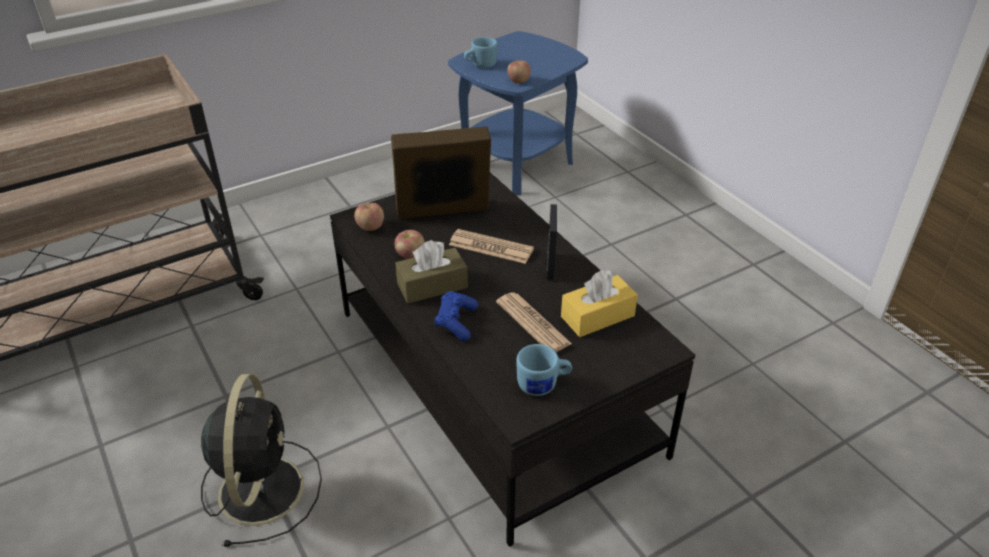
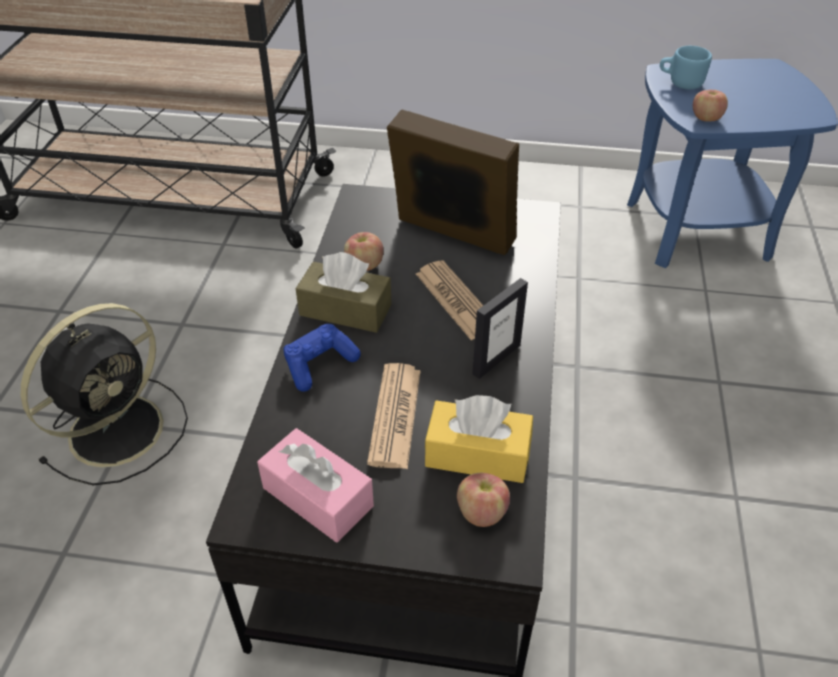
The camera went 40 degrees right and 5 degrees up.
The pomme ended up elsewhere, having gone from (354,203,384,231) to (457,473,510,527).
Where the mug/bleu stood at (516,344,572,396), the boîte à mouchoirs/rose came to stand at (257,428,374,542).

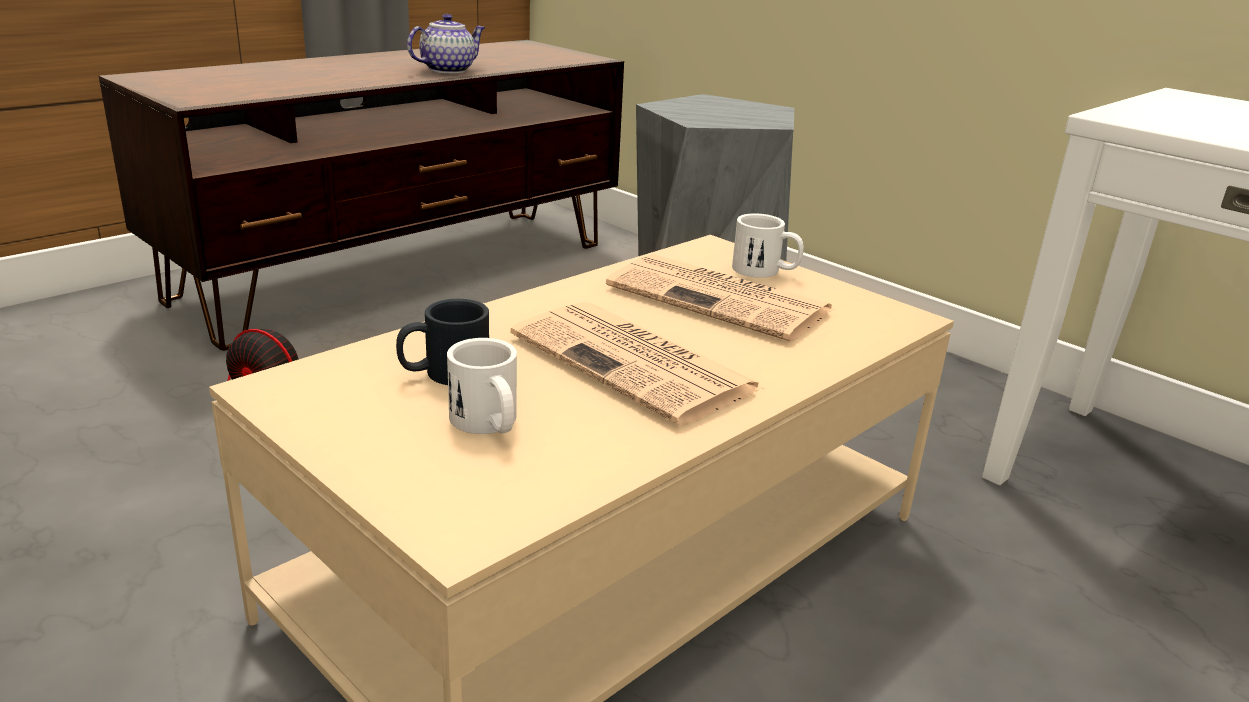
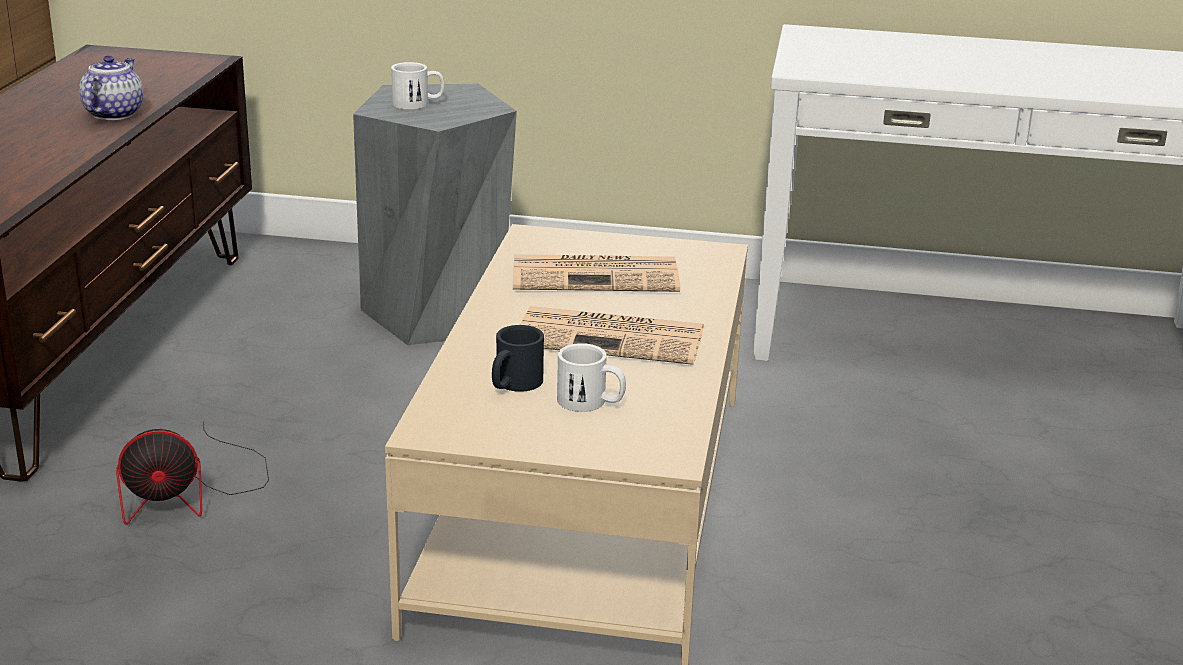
The camera went 35 degrees left and 0 degrees up.
The mug/blanc ended up elsewhere, having gone from (732,213,804,278) to (391,62,444,110).

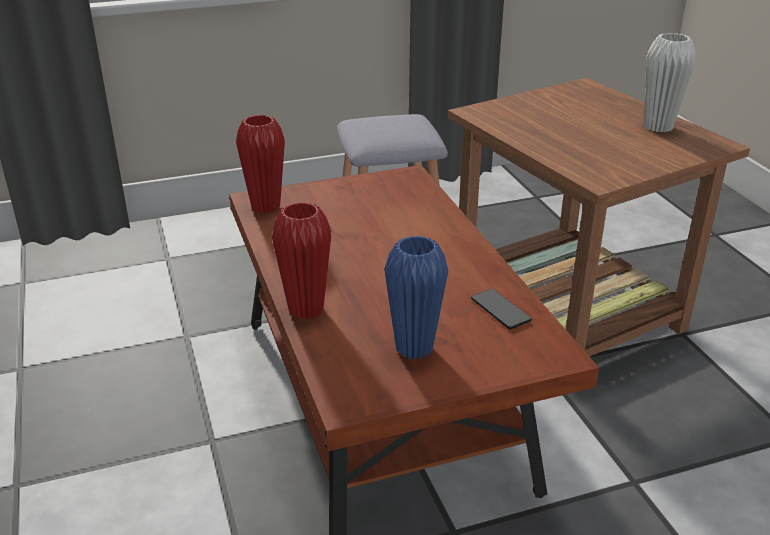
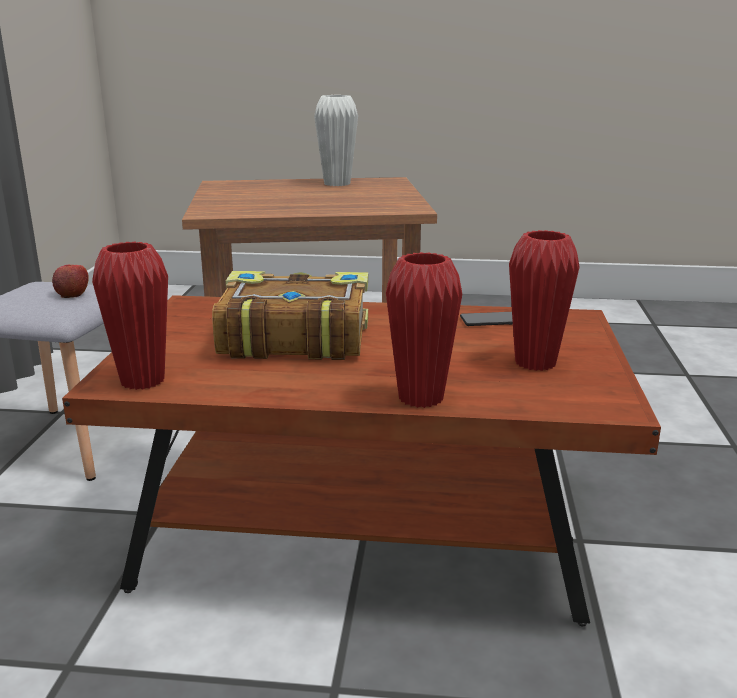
The camera went 65 degrees left and 10 degrees down.
What was the vase/bleu at (384,235,448,360) turned into the vase/rouge at (509,230,580,371).
The second view gained the pomme at (52,265,89,298).
The second view gained the livre at (212,271,368,360).

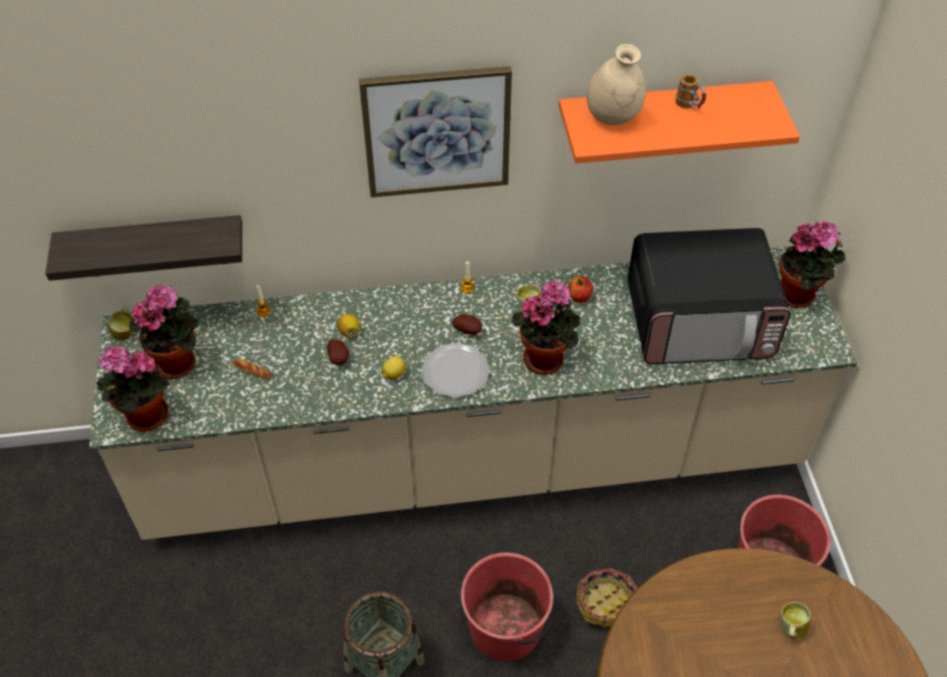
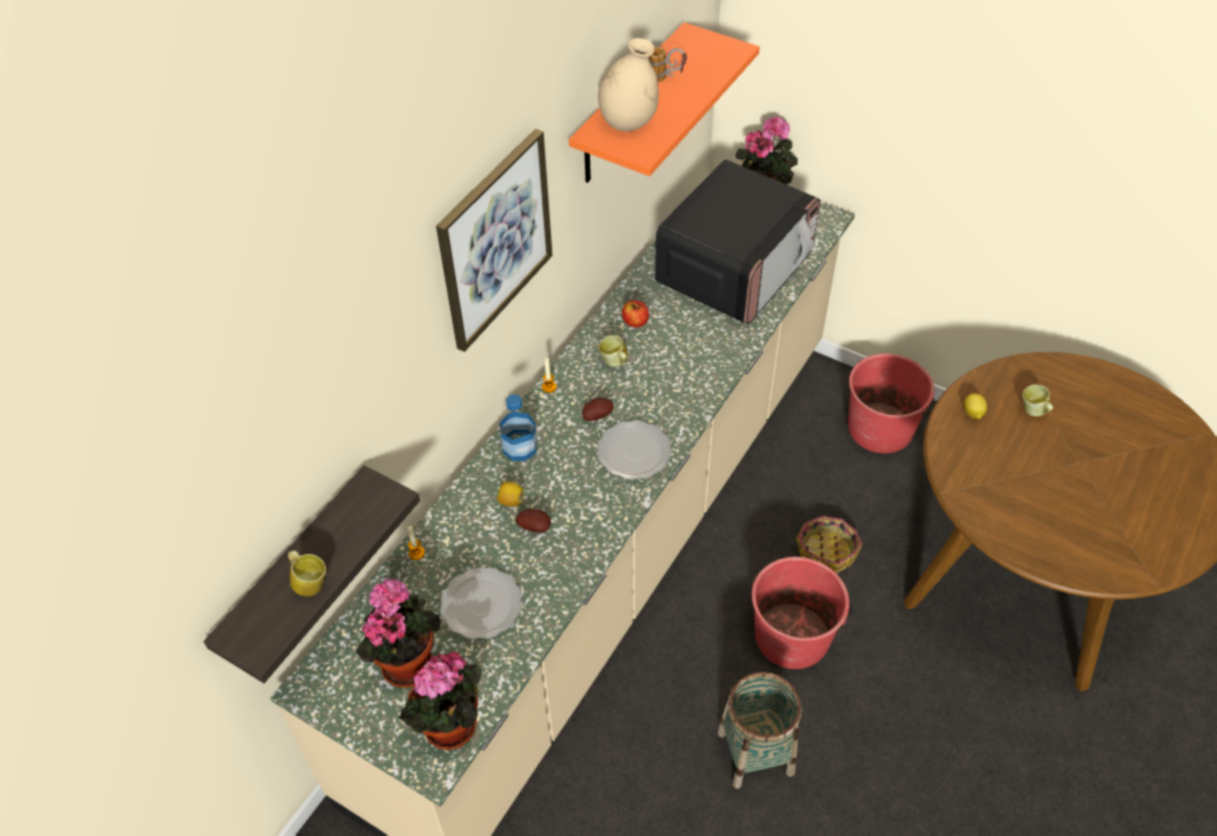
The camera went 50 degrees left and 0 degrees up.
The mug ended up elsewhere, having gone from (108,305,133,340) to (288,550,326,596).
Where the pain stood at (233,359,272,379), the assiette came to stand at (440,567,522,640).
The citron ended up elsewhere, having gone from (382,356,406,380) to (964,393,987,419).
The second view lost the plante en pot at (512,280,581,375).
The second view gained the bouteille at (500,394,537,461).

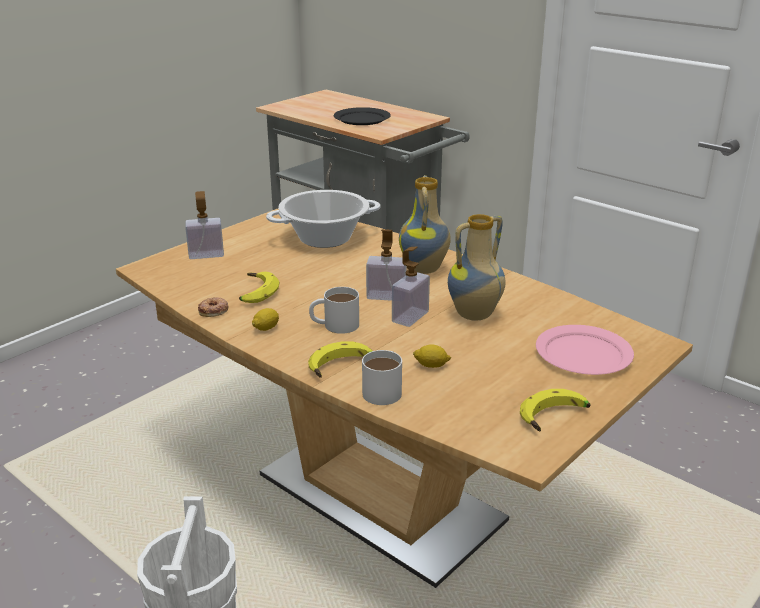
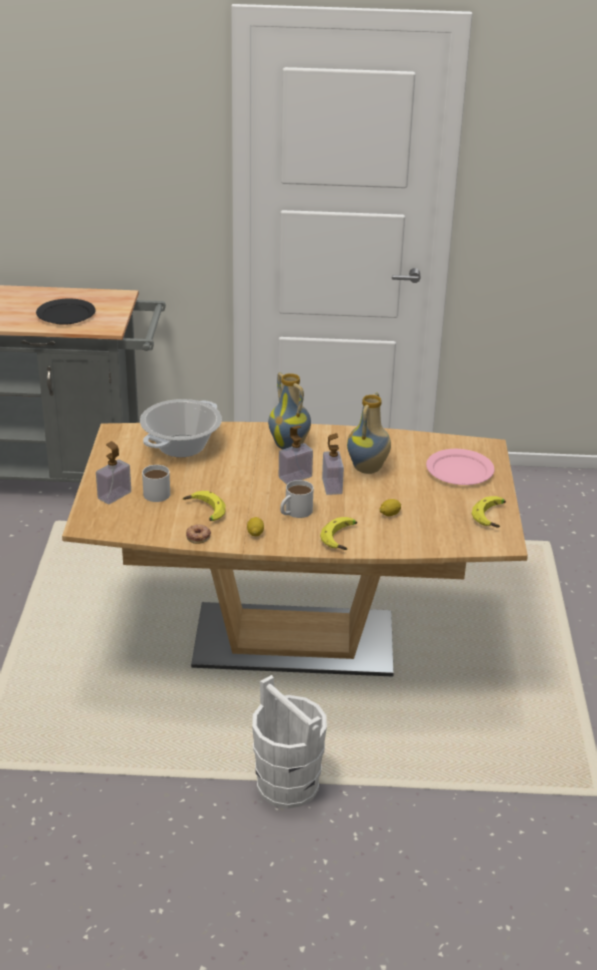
The camera went 40 degrees left and 5 degrees up.
The mug/blanc ended up elsewhere, having gone from (362,350,402,405) to (142,465,170,502).

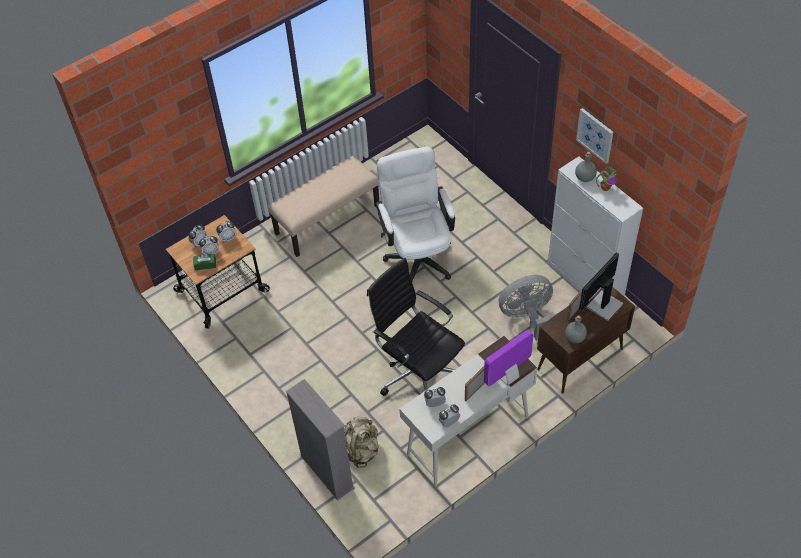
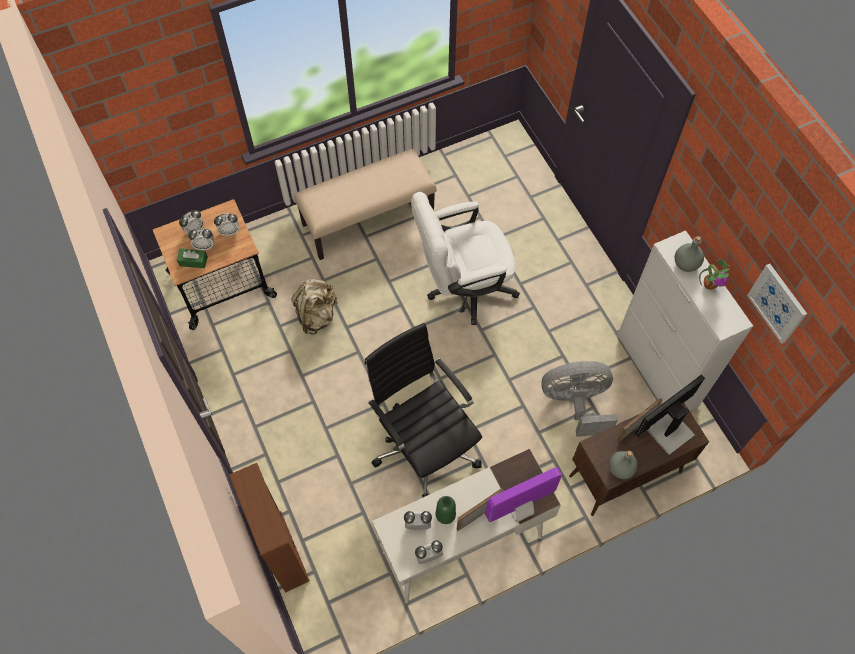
The camera went 10 degrees right and 10 degrees up.
What was the bibliothèque/gris at (286,379,355,500) turned into the bibliothèque/marron at (229,463,310,593).
The sac à dos/beige ended up elsewhere, having gone from (344,417,378,468) to (291,279,338,335).
The chaise de bureau/blanc at (376,146,455,281) ended up facing another way, 105 degrees counterclockwise from before.
The tableau ended up elsewhere, having gone from (576,108,613,164) to (747,264,807,344).
The second view gained the bouteille/vert at (436,496,456,524).

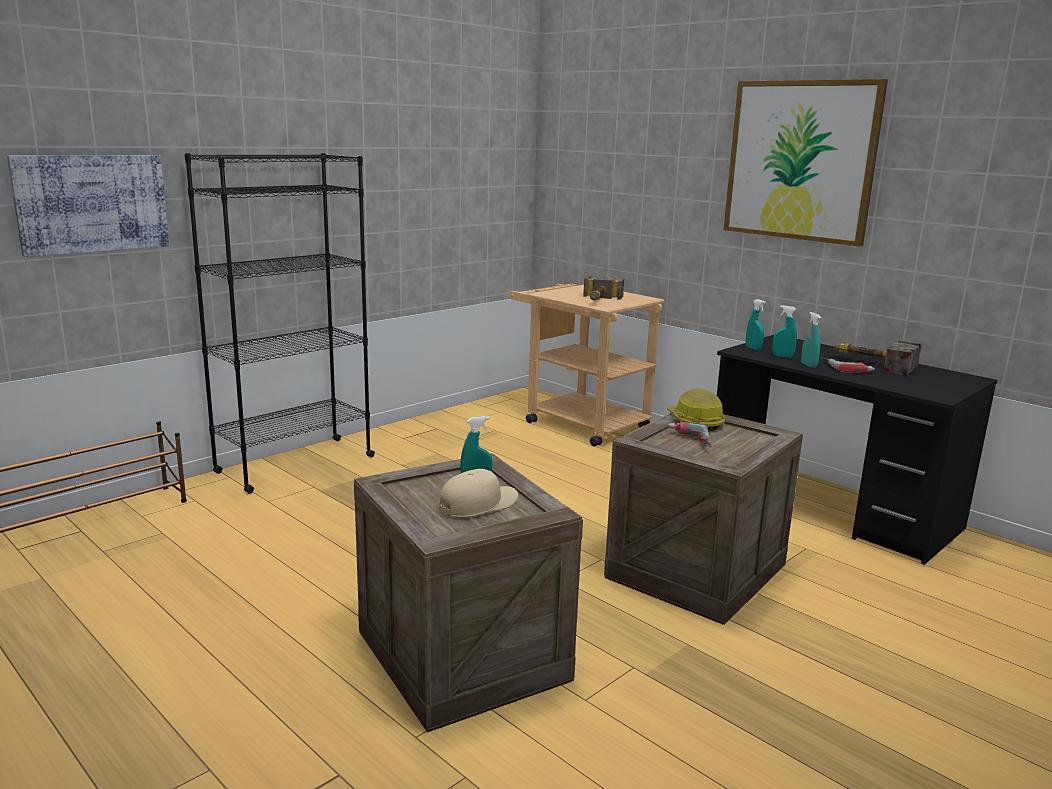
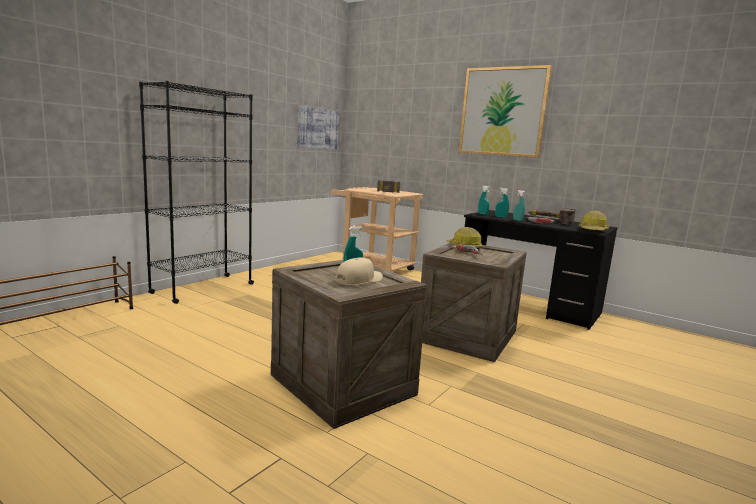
The camera went 10 degrees left and 5 degrees down.
The tableau ended up elsewhere, having gone from (7,155,169,257) to (297,106,339,149).
The second view gained the casque de chantier at (579,211,609,230).

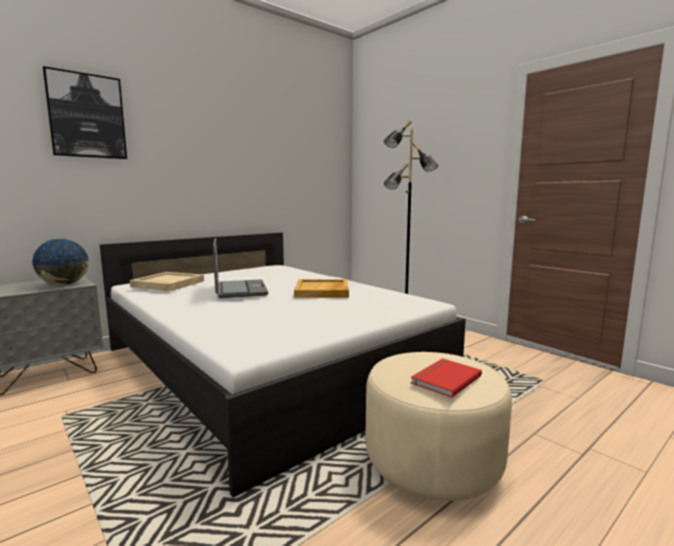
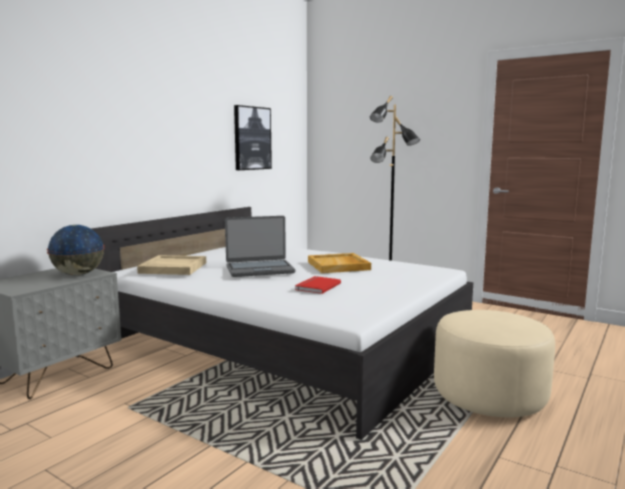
The camera went 15 degrees left and 0 degrees up.
The tableau ended up elsewhere, having gone from (43,66,127,159) to (234,105,272,170).
The ordinateur portable at (213,238,268,298) ended up facing another way, 105 degrees clockwise from before.
The livre/rouge ended up elsewhere, having gone from (411,358,482,398) to (295,276,341,294).

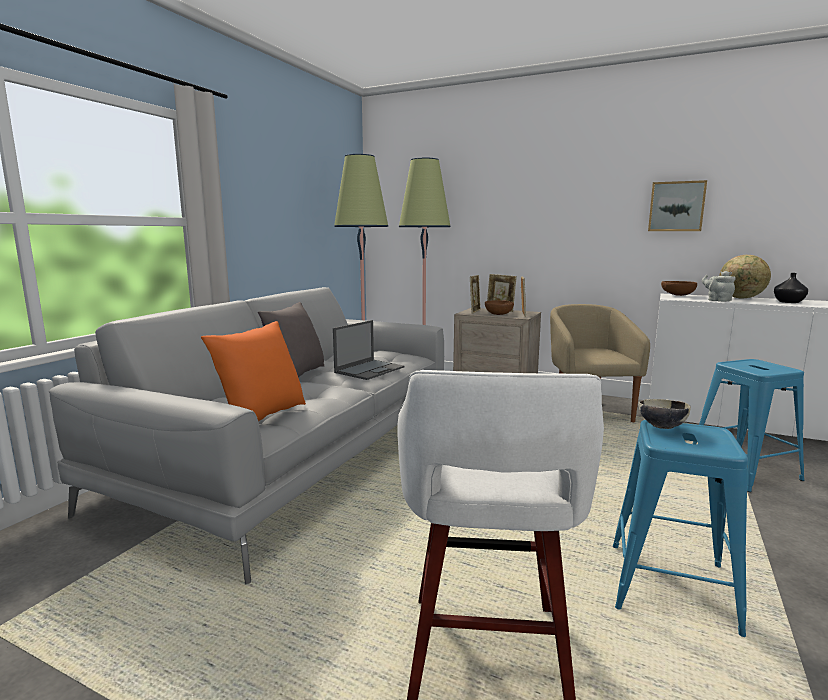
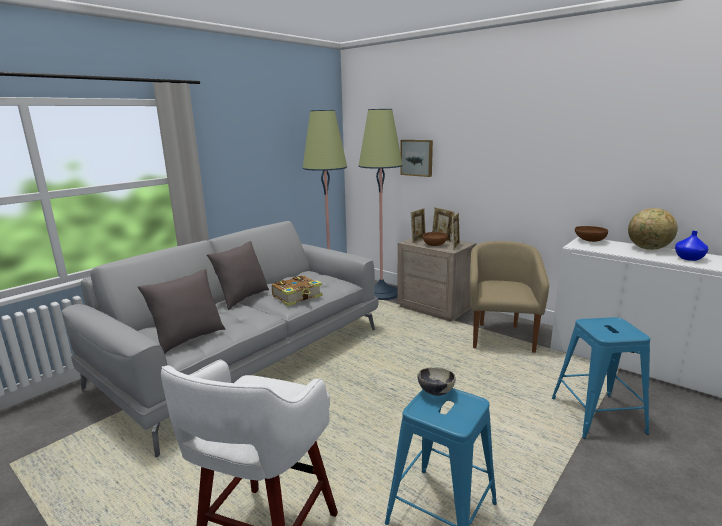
The camera went 15 degrees right and 5 degrees up.
What was the coussin/orange at (201,321,306,421) turned into the coussin/gris at (138,269,226,354).
Where the ordinateur portable stood at (333,320,404,380), the livre came to stand at (272,276,323,306).
The tableau ended up elsewhere, having gone from (648,180,707,231) to (400,140,433,177).
The second view lost the théière/gris at (702,271,736,302).
What was the vase/noir at (774,273,808,303) turned into the vase/bleu at (675,231,708,261).

